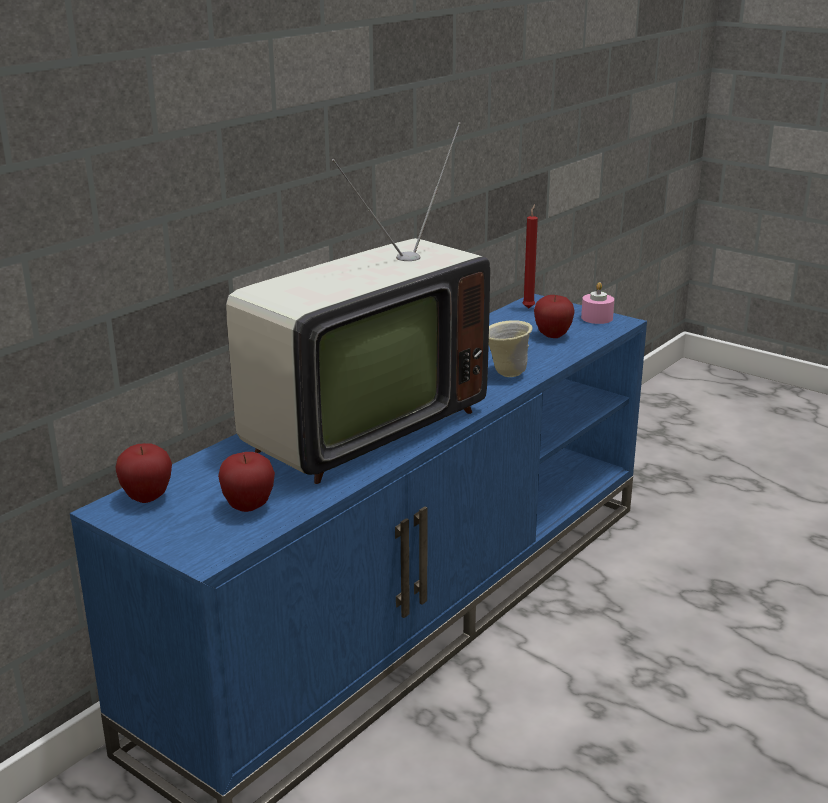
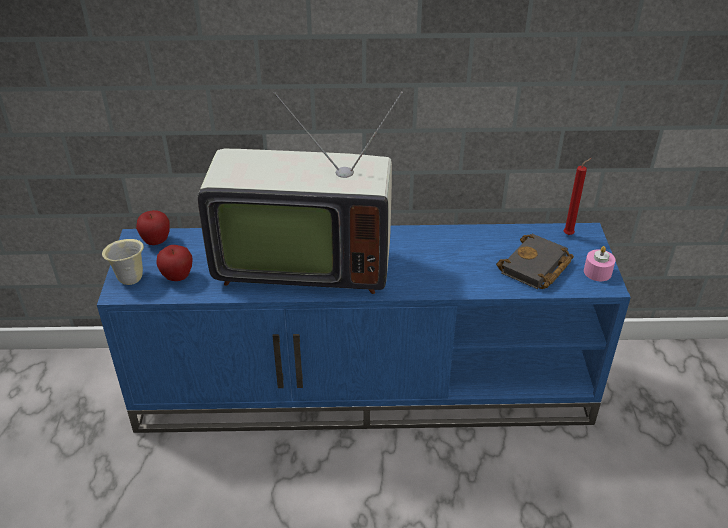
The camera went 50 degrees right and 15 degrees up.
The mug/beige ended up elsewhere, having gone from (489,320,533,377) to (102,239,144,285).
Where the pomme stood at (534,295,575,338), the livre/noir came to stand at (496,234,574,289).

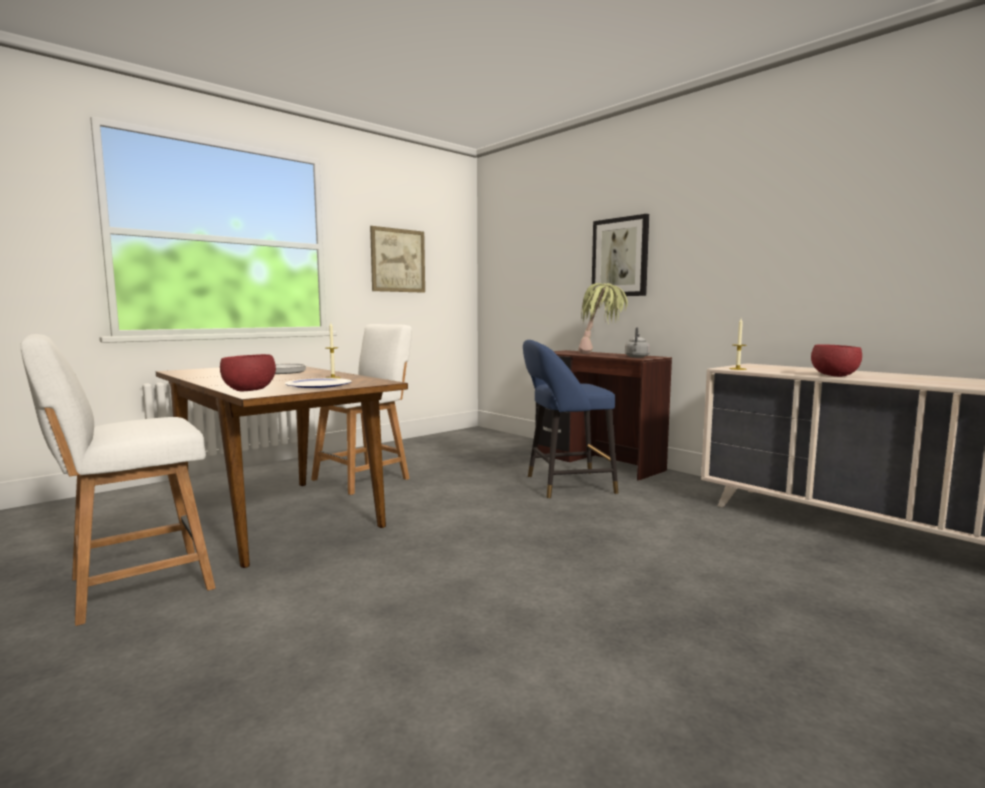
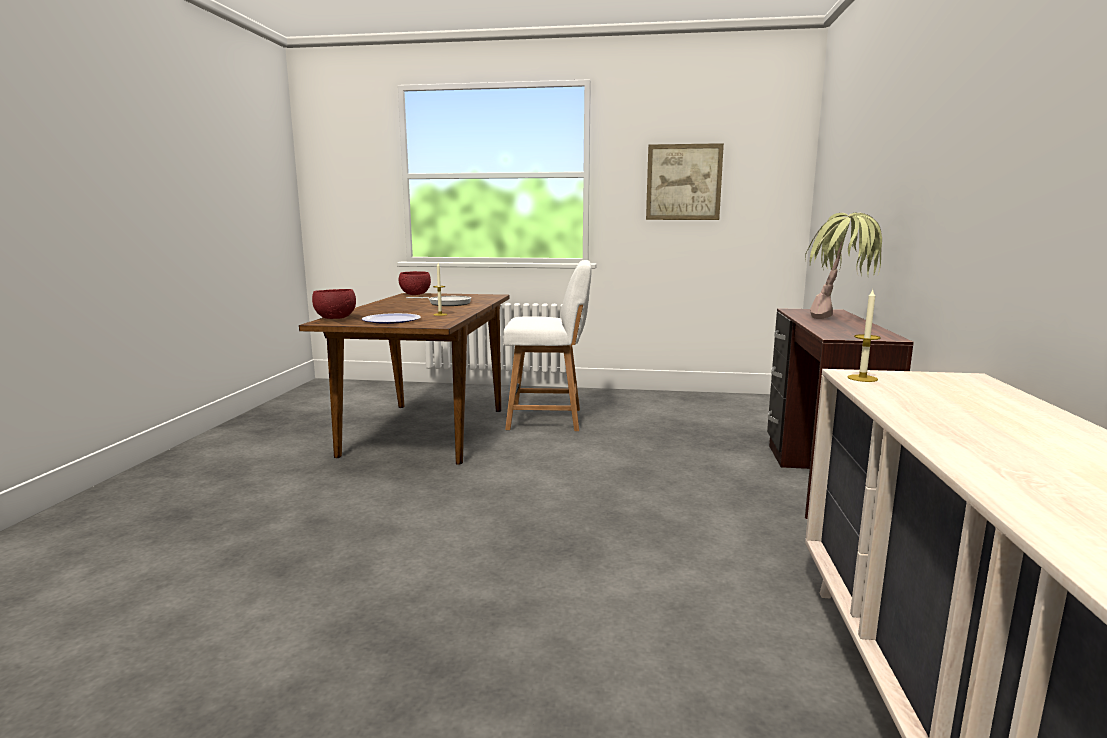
The camera went 50 degrees right and 5 degrees up.
The second view lost the chaise/blanc at (20,334,216,626).
The second view lost the tabouret/bleu at (523,340,618,499).
The second view lost the tableau at (592,214,649,297).
The second view lost the bouilloire/gris at (625,327,650,358).
The bol/rouge ended up elsewhere, having gone from (811,344,862,377) to (399,271,431,295).

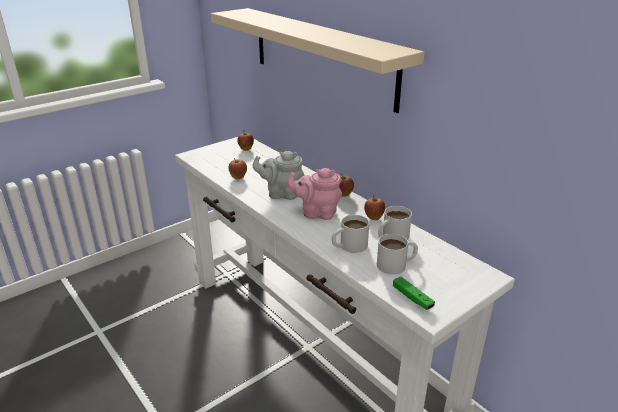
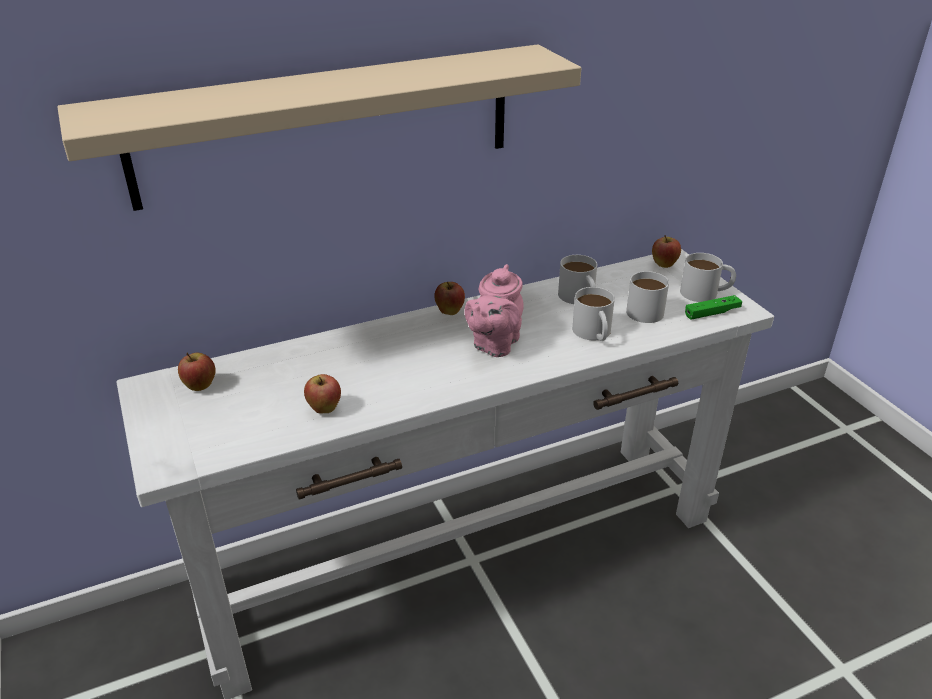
The camera went 75 degrees left and 5 degrees up.
The second view lost the théière/gris at (253,151,304,200).
The pomme ended up elsewhere, having gone from (364,195,385,220) to (652,235,681,268).
The second view gained the mug/blanc at (680,253,736,302).

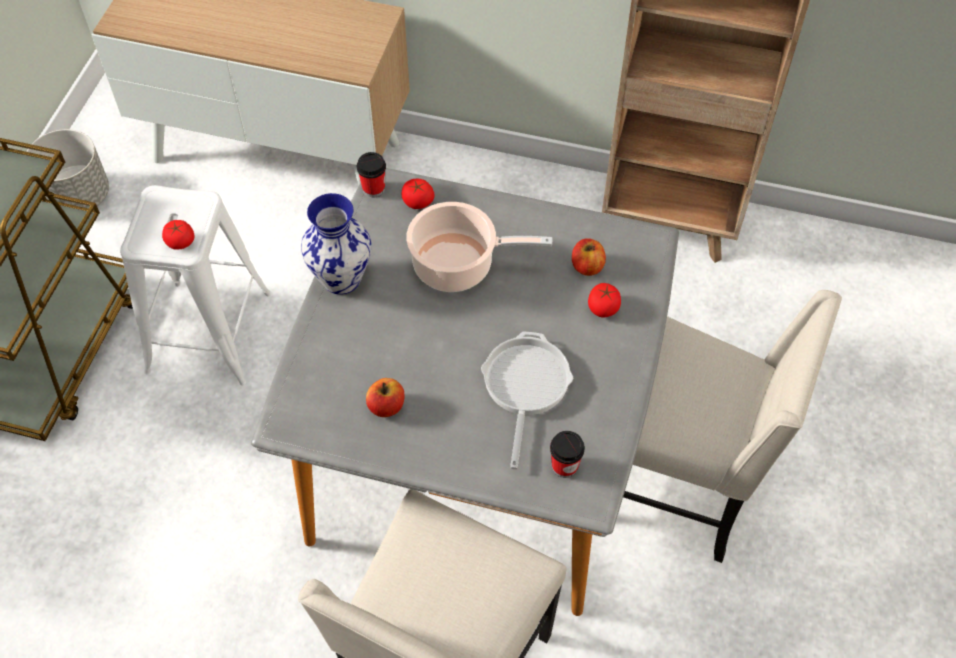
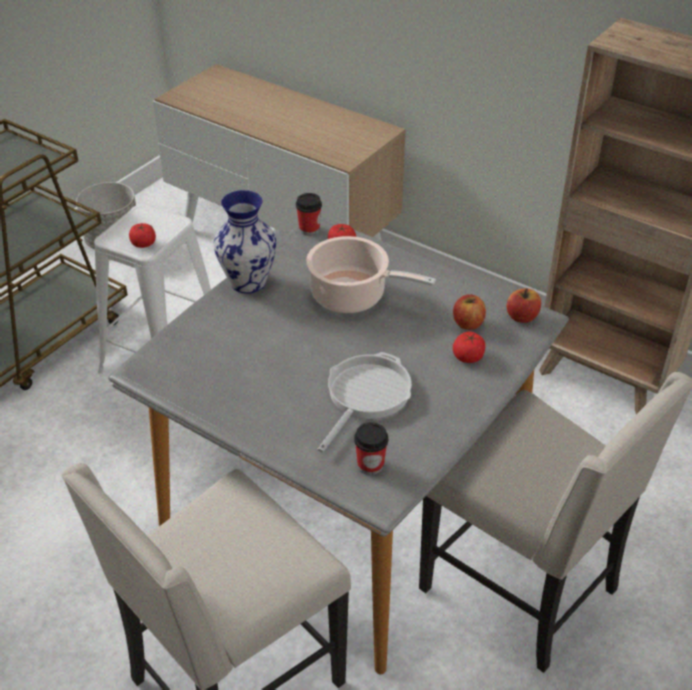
The camera went 20 degrees right and 15 degrees down.
The pomme ended up elsewhere, having gone from (366,378,405,417) to (506,288,541,323).

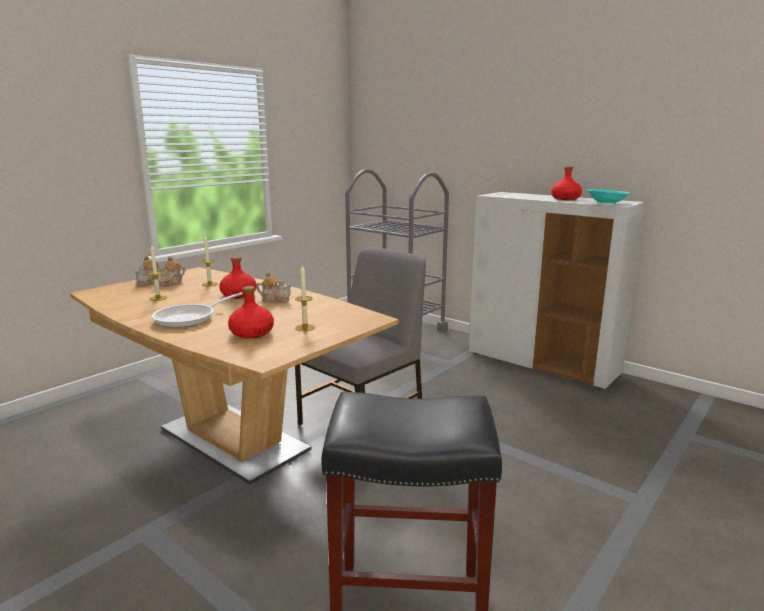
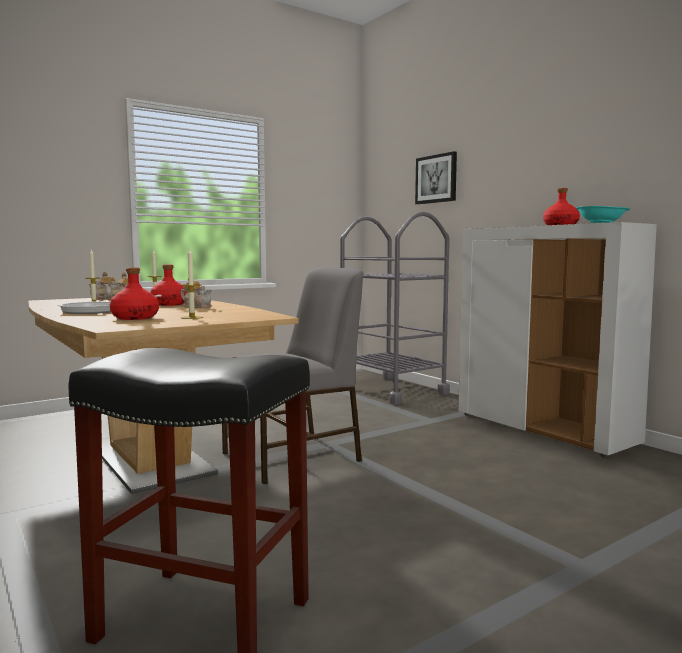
The camera went 15 degrees right and 10 degrees down.
The second view gained the tableau at (415,151,457,204).

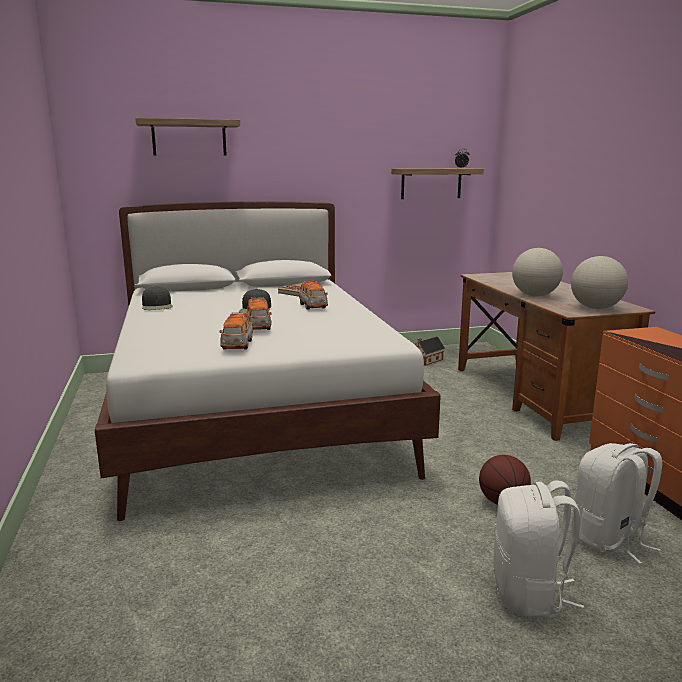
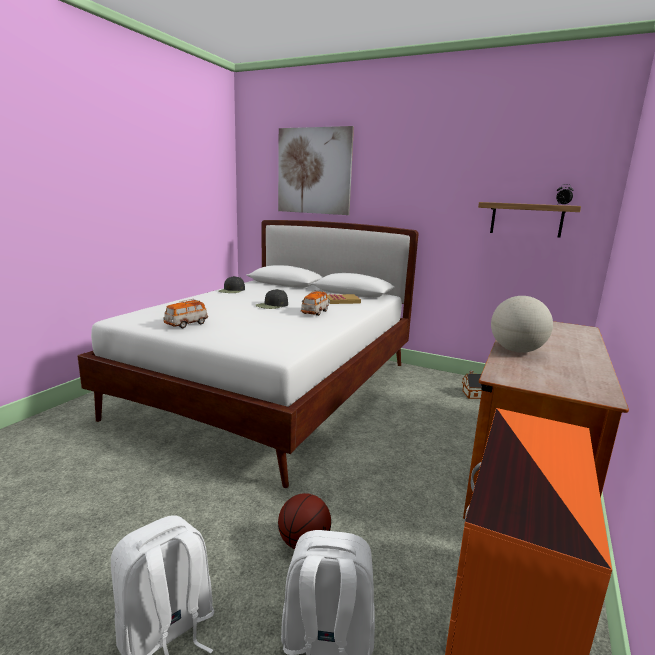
The camera went 40 degrees right and 0 degrees up.
Where the étagère hung at (135,118,240,156), the tableau came to hang at (278,126,354,215).
The second view lost the petite voiture at (246,297,272,330).
The second view lost the globe at (571,256,628,309).

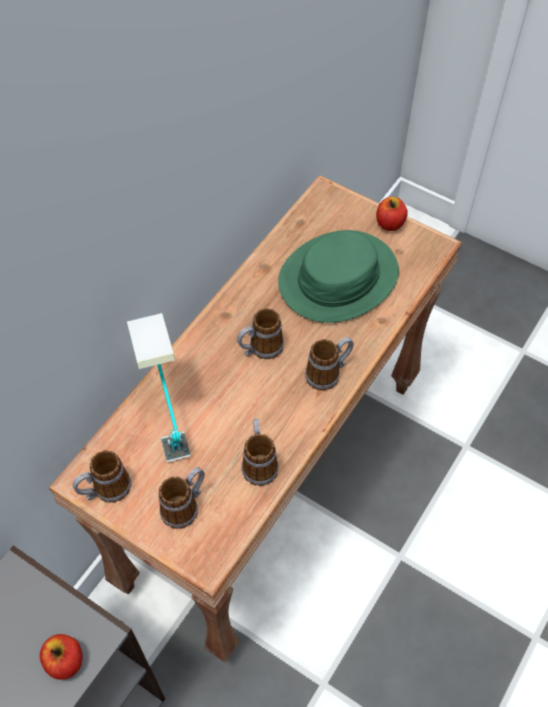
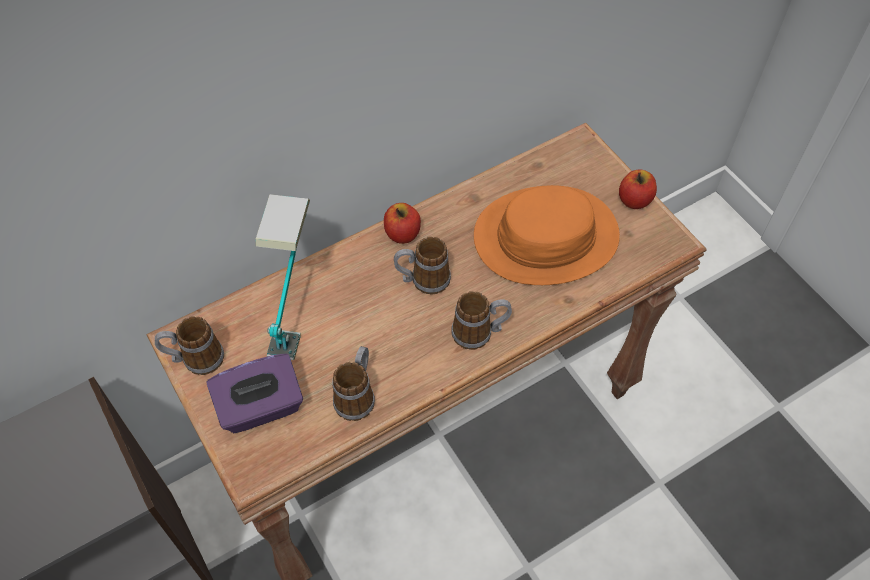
The camera went 25 degrees right and 0 degrees up.
The pomme ended up elsewhere, having gone from (40,634,83,680) to (384,203,421,244).
Where the mug stood at (158,467,205,529), the boîte à mouchoirs/violet came to stand at (206,353,303,433).
What was the chapeau/vert at (278,230,399,323) turned into the chapeau/orange at (474,185,620,285).

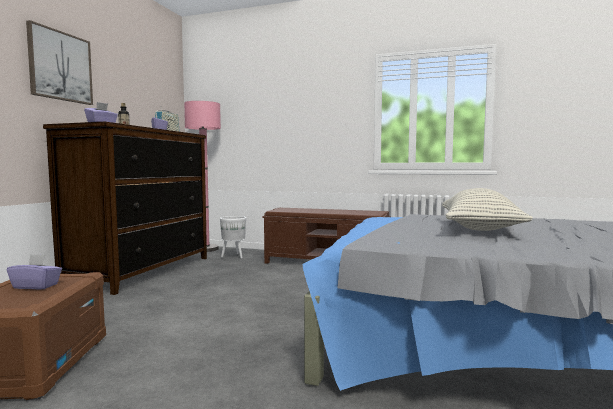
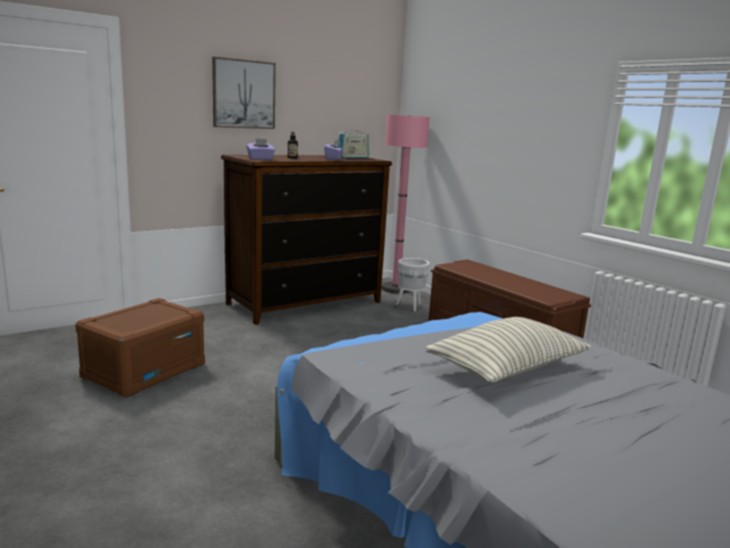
The camera went 35 degrees right and 10 degrees up.
The second view lost the boîte à mouchoirs/violet at (7,254,62,290).

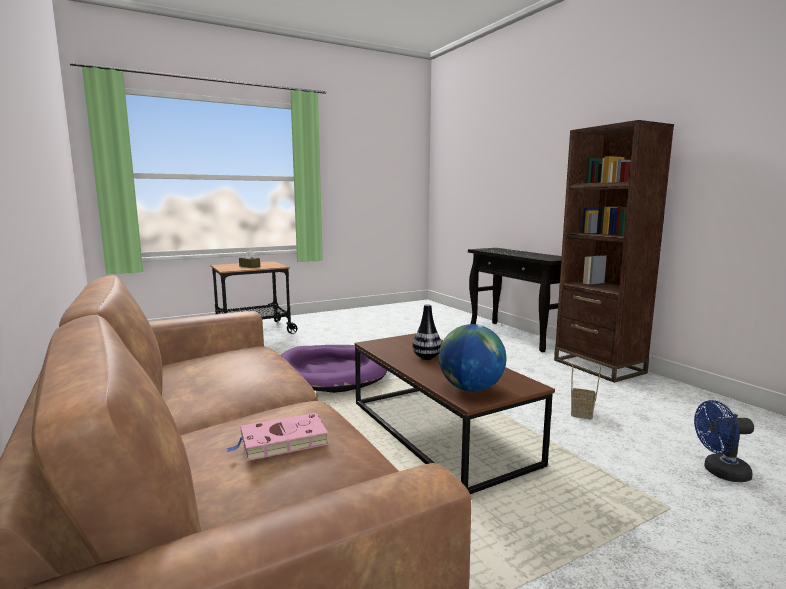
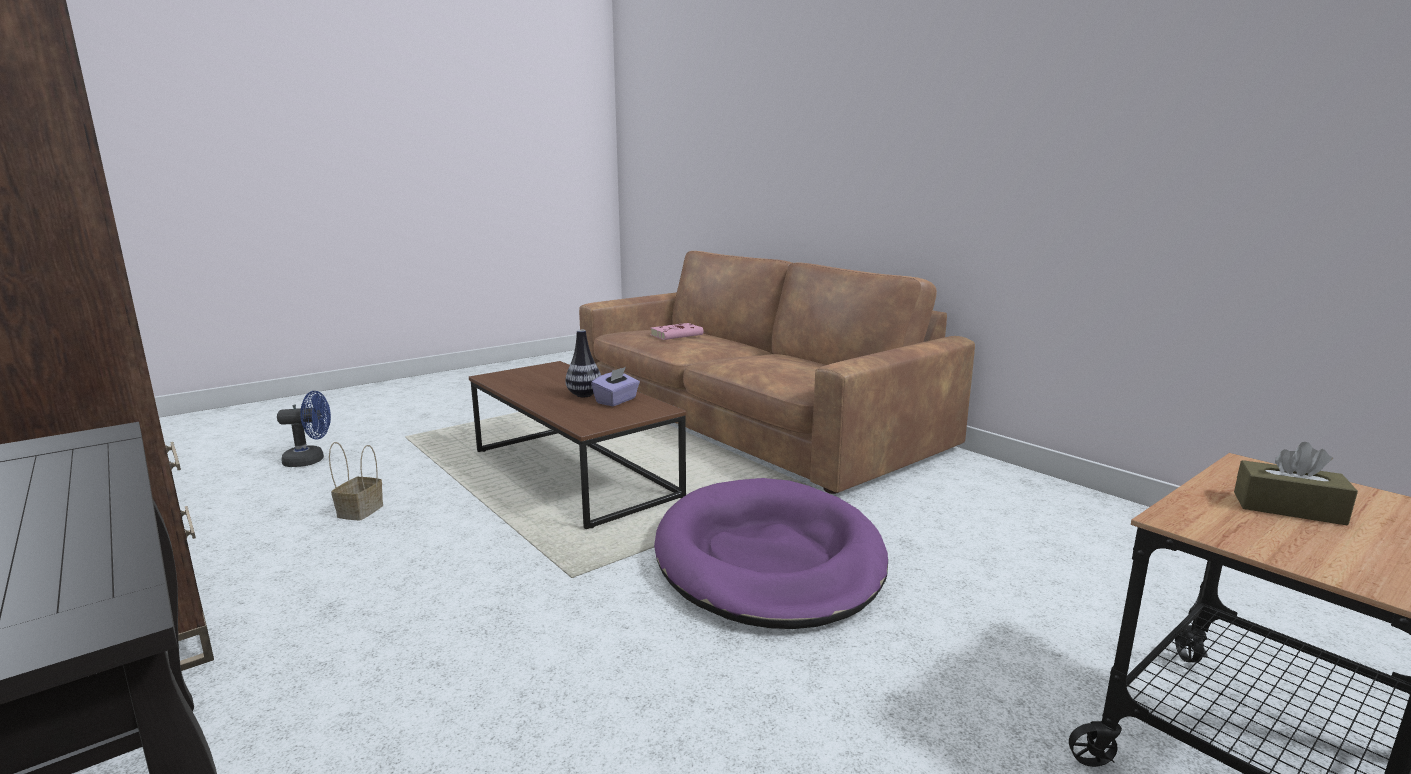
The camera went 170 degrees right and 5 degrees up.
The second view lost the globe at (439,324,506,392).
The second view gained the boîte à mouchoirs/violet at (591,367,640,406).

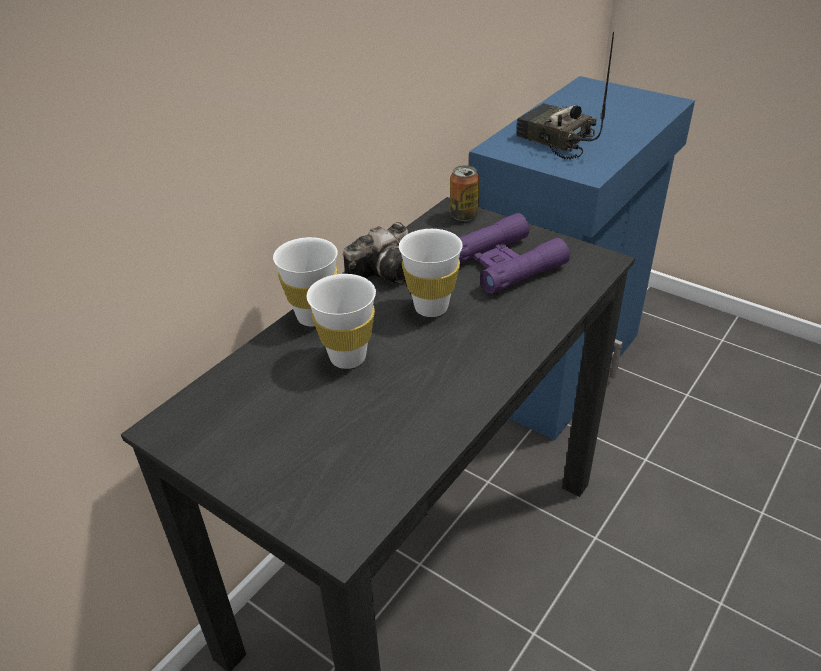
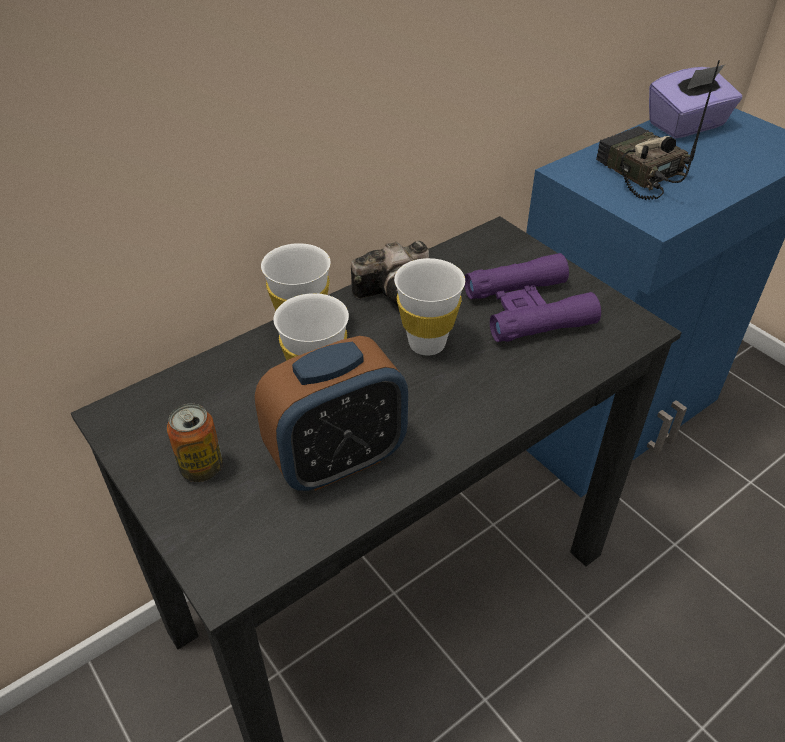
The camera went 15 degrees right and 5 degrees up.
The boîte métallique ended up elsewhere, having gone from (450,165,479,221) to (167,403,223,482).
The second view gained the réveil at (255,336,408,491).
The second view gained the boîte à mouchoirs/violet at (649,65,742,138).

